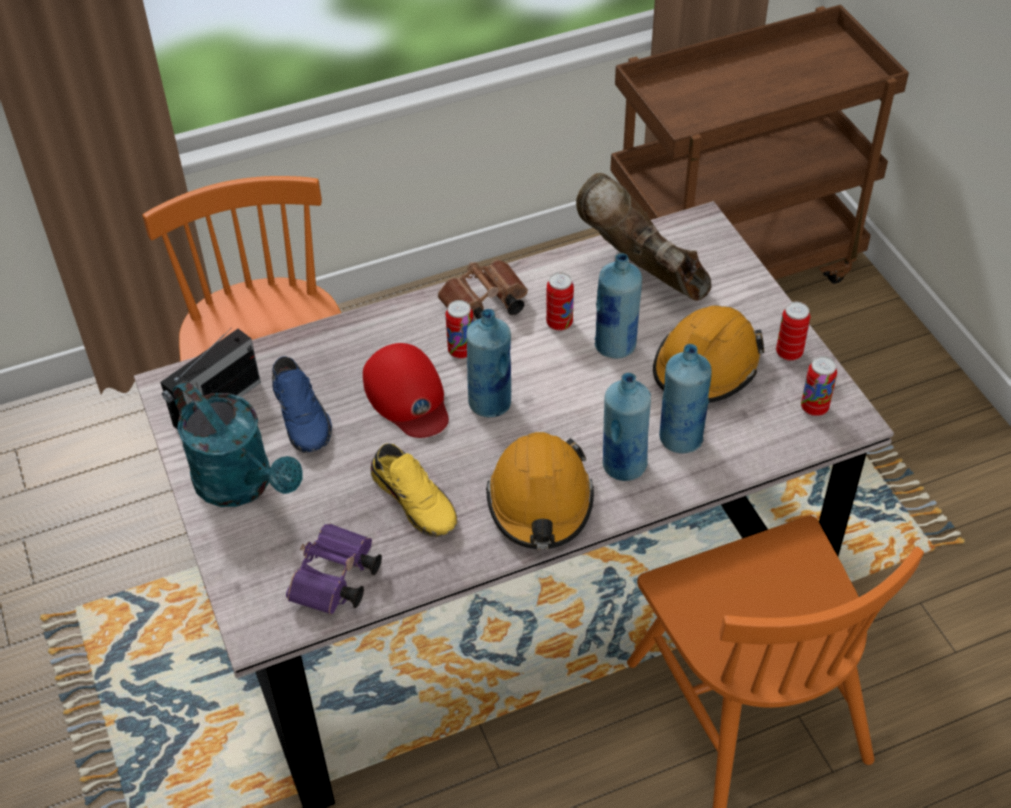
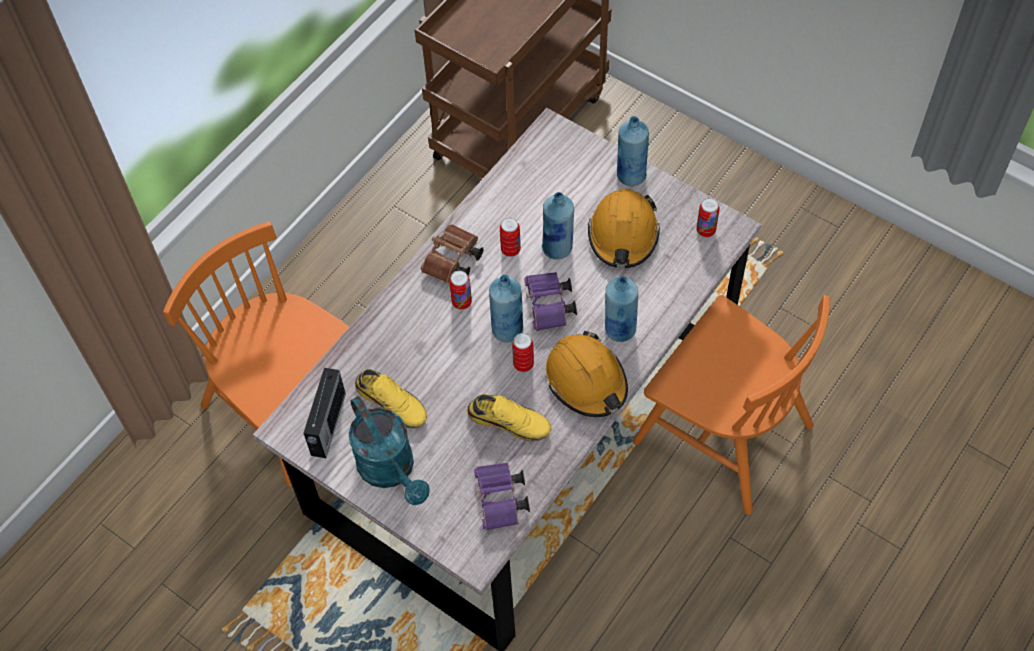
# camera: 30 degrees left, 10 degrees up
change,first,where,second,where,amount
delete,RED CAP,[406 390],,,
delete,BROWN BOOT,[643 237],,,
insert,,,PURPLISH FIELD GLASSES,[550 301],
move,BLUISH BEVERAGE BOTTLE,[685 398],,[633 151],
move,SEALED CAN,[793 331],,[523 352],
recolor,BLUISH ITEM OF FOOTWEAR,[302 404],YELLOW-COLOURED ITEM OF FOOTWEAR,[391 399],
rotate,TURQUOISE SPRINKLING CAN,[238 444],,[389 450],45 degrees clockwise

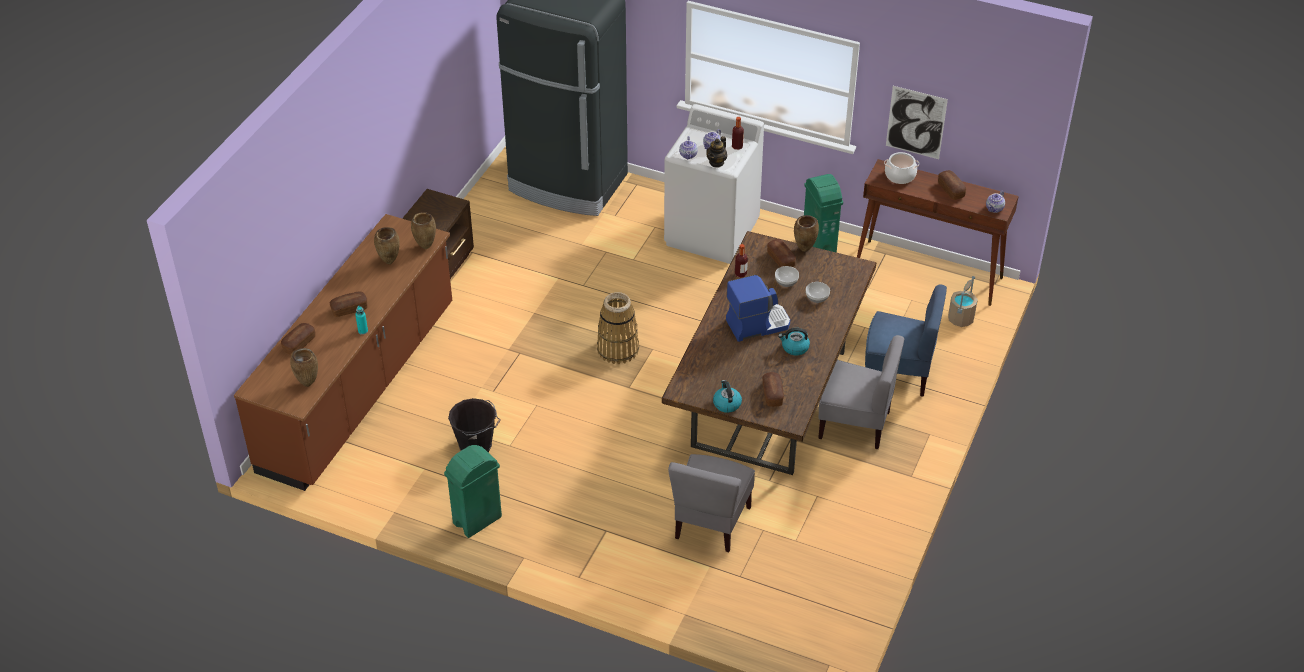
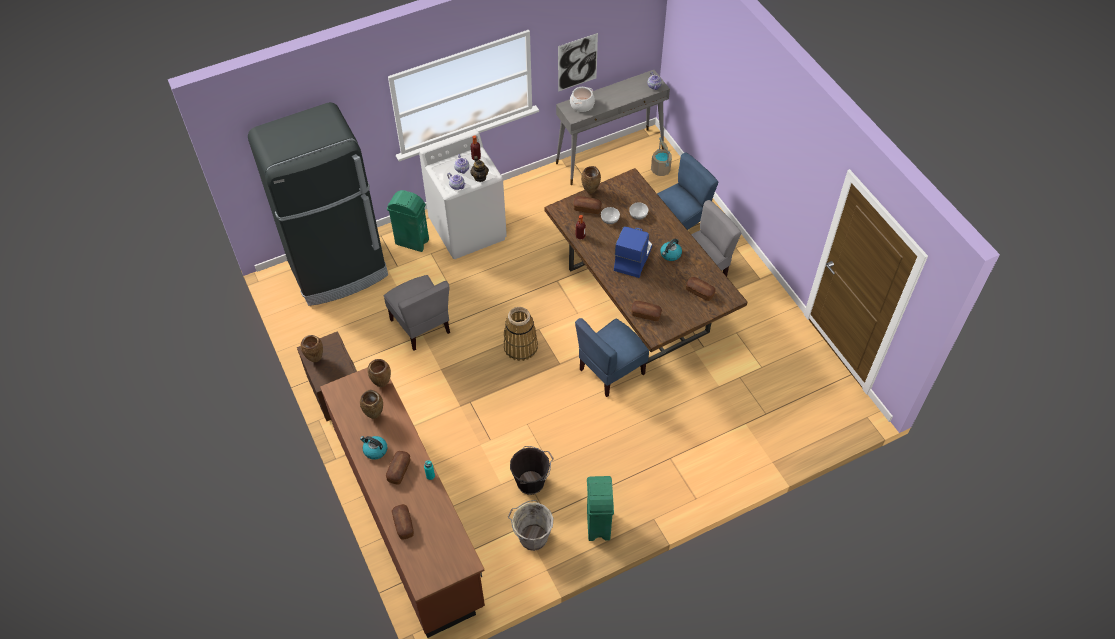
# camera: 50 degrees left, 10 degrees up
change,first,where,second,where,amount
insert,,,GRAY BUCKET,[530 525],
insert,,,BLUISH CHAIR,[612 357],
move,BROWN FLOWER VASE,[304 367],,[312 348],
move,GRAY CHAIR,[711 503],,[417 313],
move,TEA KETTLE,[727 396],,[374 448],
move,GREENISH WASTE BIN,[823 213],,[408 221],
move,BAKED BREAD,[952 185],,[646 311],
recolor,BROWN HALL TABLE,[938 232],GRAY HALL TABLE,[613 127],

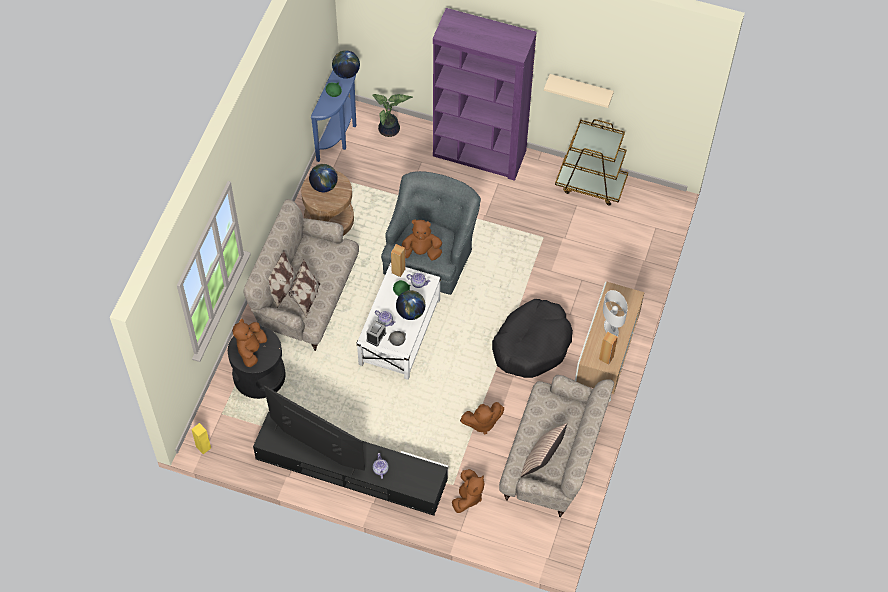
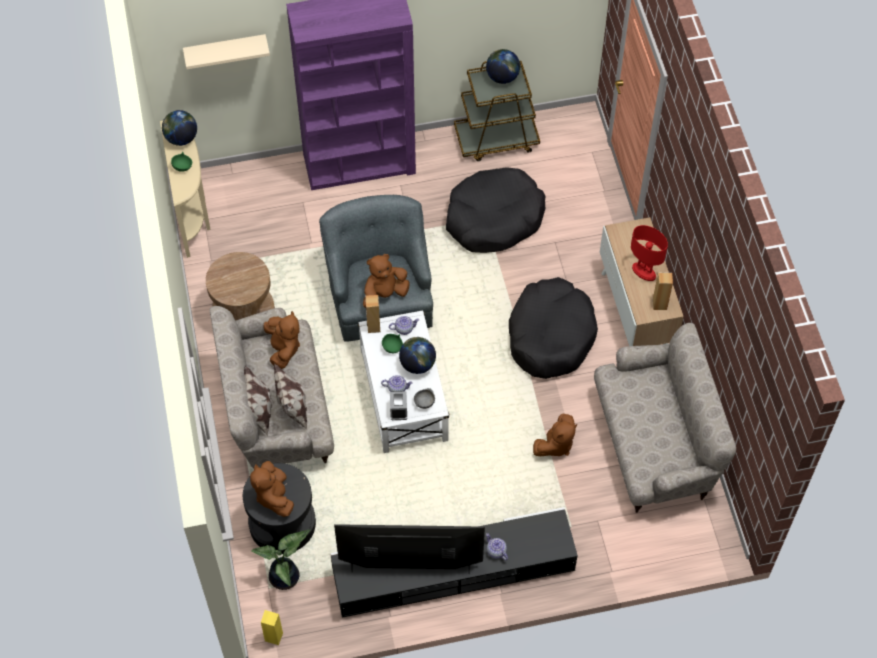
# camera: 30 degrees left, 0 degrees up
change,first,where,second,where,amount
delete,CUSHION,[544 450],,,
insert,,,BLACK-COLOURED DOG CUSHION,[496 210],
move,DESK GLOBE,[323 178],,[503 66],
move,PLANT IN A POT,[393 115],,[280 559],
move,BROWN PLUSH TOY,[468 491],,[281 340],
move,BEIGE SHELF,[579 91],,[226 51],
recolor,BLUISH HALL TABLE,[333 116],BEIGE HALL TABLE,[185 189],
recolor,WHITE LAMP FOR A TABLE,[615 313],RED LAMP FOR A TABLE,[649 253],

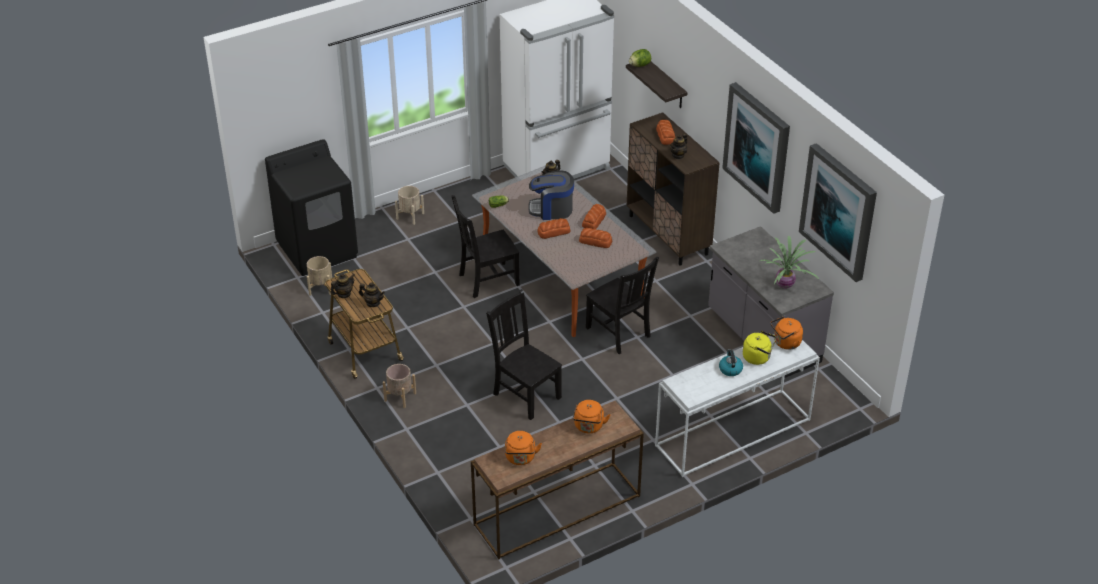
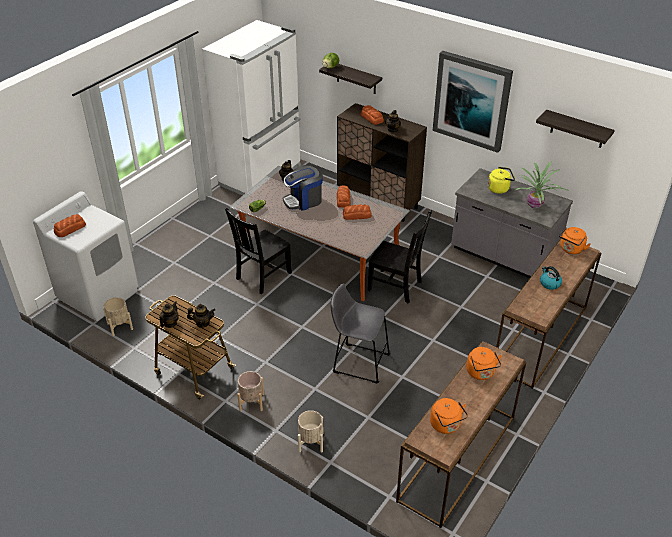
# camera: 25 degrees left, 0 degrees up
change,first,where,second,where,amount
move,BEIGE PLANT POT,[409 205],,[310 431],
move,BAKED BREAD,[553 228],,[70 225],
move,YELLOW-COLOURED TEA KETTLE,[759 348],,[501 180],
replace,BLACK-COLOURED CHAIR,[524 354],GRAY SITTING STOOL,[360 333],
replace,WALL ART,[838 212],SHELF,[575 129],
recolor,BLACK-COLOURED LAUNDRY MACHINE,[311 207],WHITE LAUNDRY MACHINE,[85 256],
recolor,WHITE HALL TABLE,[737 405],BROWN HALL TABLE,[548 313],

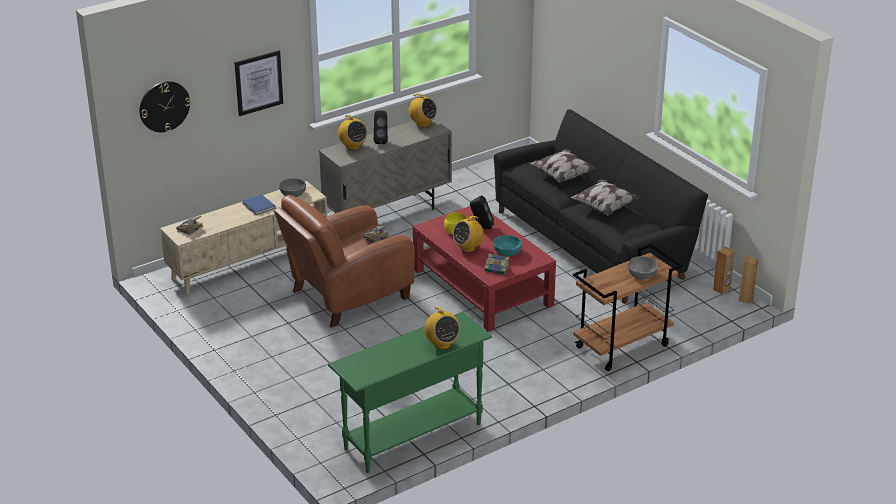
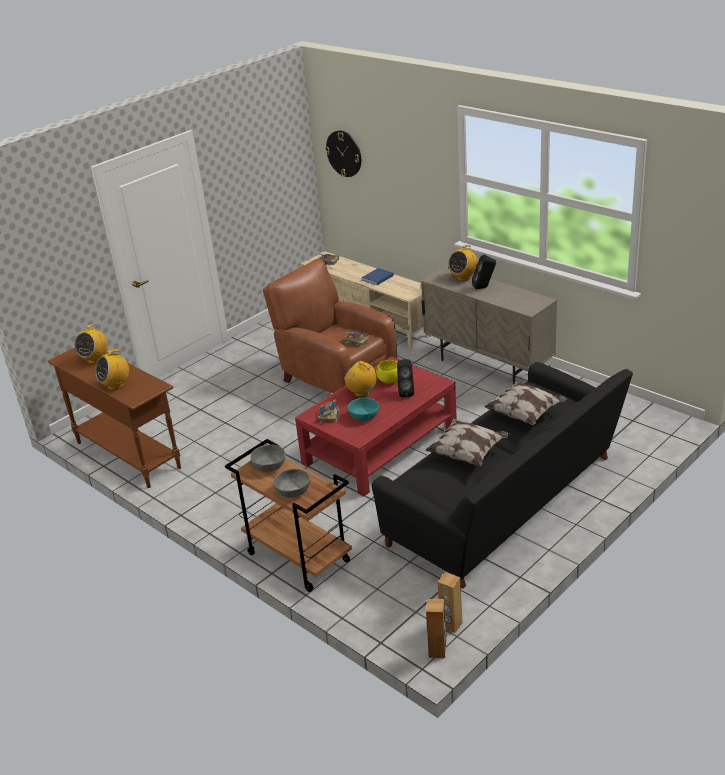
# camera: 80 degrees right, 0 degrees up
change,first,where,second,where,amount
delete,WALL ART,[258 83],,,
move,GRAY BOWL,[292 187],,[268 458],
move,RADIO SET,[423 110],,[91 344],
recolor,GREENISH HALL TABLE,[410 392],BROWN HALL TABLE,[114 418],

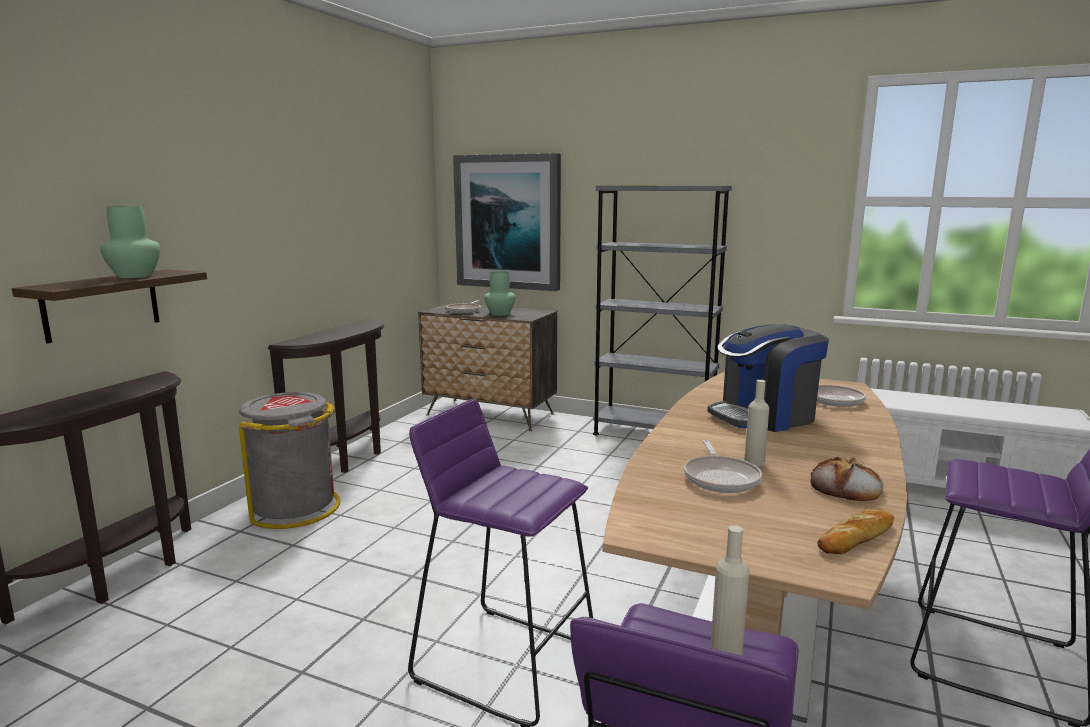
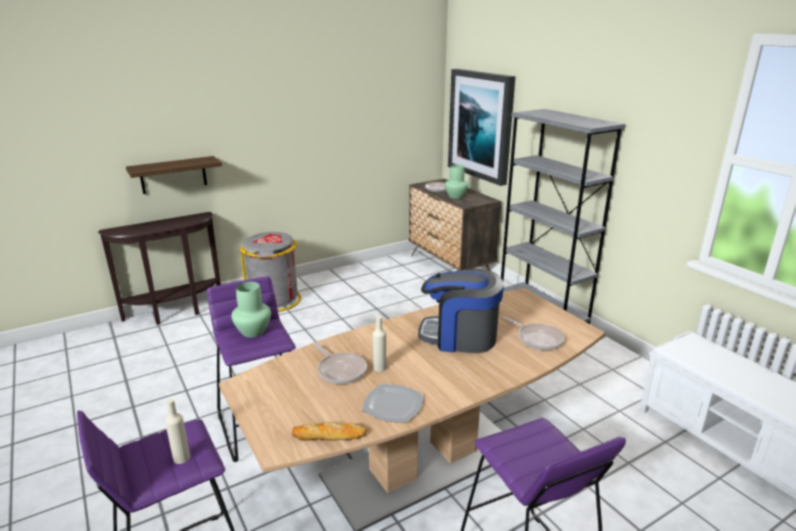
# camera: 35 degrees right, 10 degrees up
change,first,where,second,where,amount
delete,BROWN HALL TABLE,[325 396],,,
move,GREENISH FLOWER VASE,[130 242],,[251 310],
replace,BAKED BREAD,[847 479],DINNER PLATE,[392 403],
rotate,SKILLET,[723 466],,[340 363],75 degrees counterclockwise

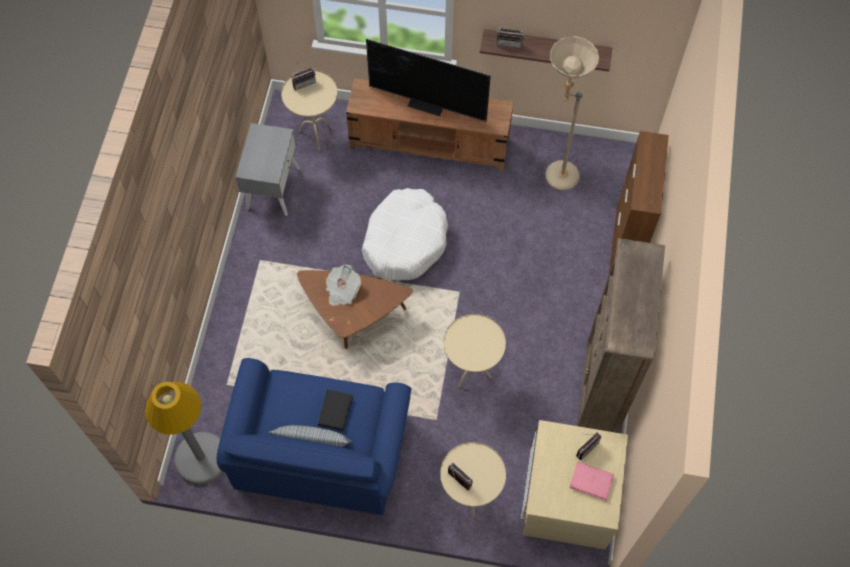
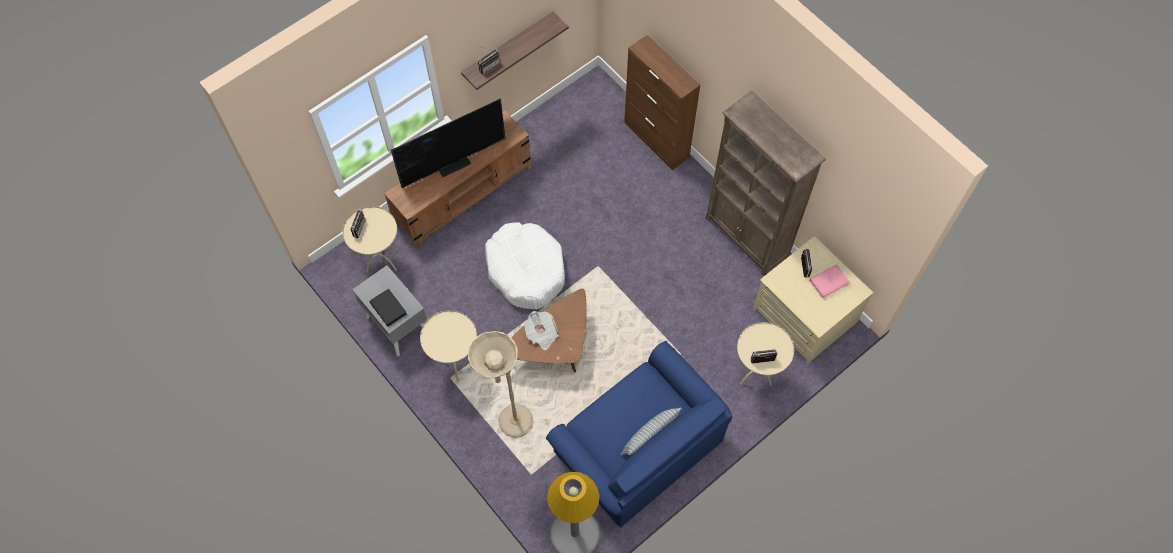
# camera: 50 degrees left, 0 degrees up
change,first,where,second,where,amount
move,BLACK-COLOURED BOUND BOOK,[335 410],,[388 307],
move,BEIGE ACCENT TABLE,[474 351],,[448 345],
move,BEIGE STANDARD LAMP,[572 113],,[500 384],

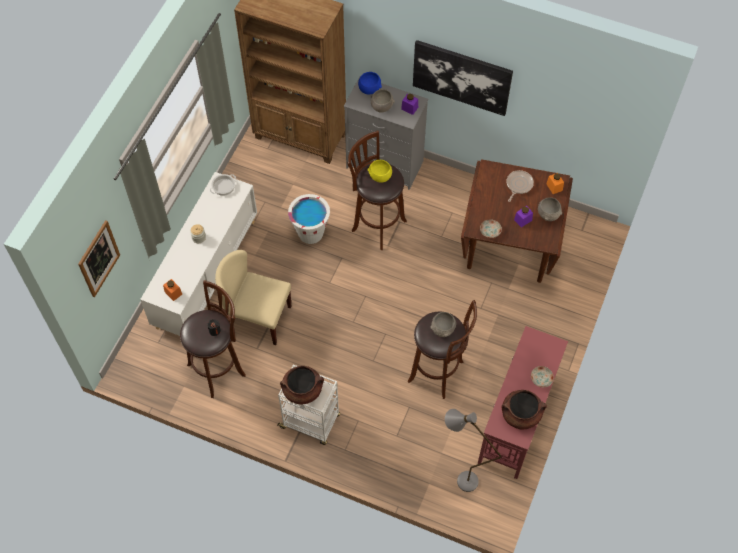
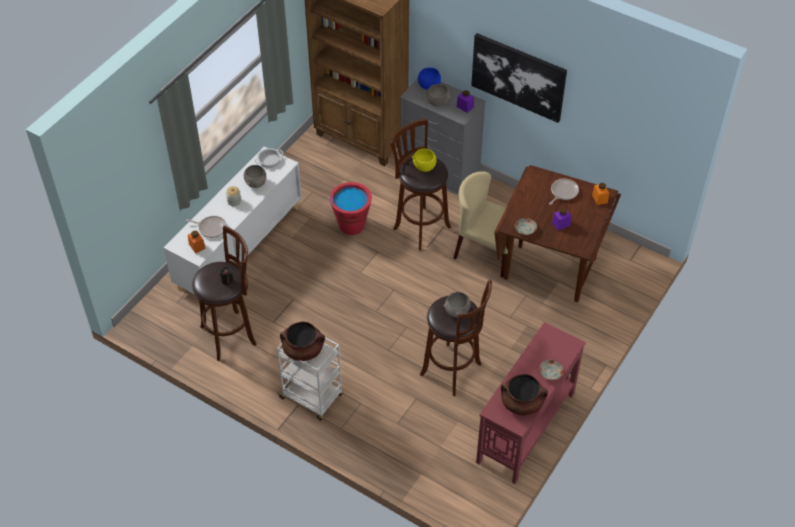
# camera: 10 degrees right, 10 degrees down
change,first,where,second,where,amount
delete,WALL ART,[99 258],,,
delete,GRAY STANDARD LAMP,[473 450],,,
insert,,,SKILLET,[206 227],
move,BEIGE CHAIR,[253 297],,[488 224],
move,GRAY BOWL,[550 209],,[255 176],
recolor,WHITE BUCKET,[309 219],RED BUCKET,[350 208],

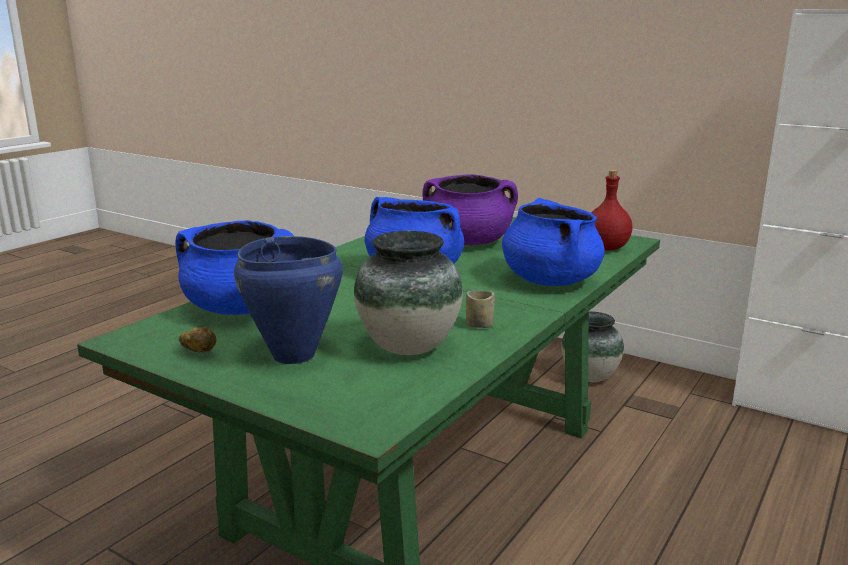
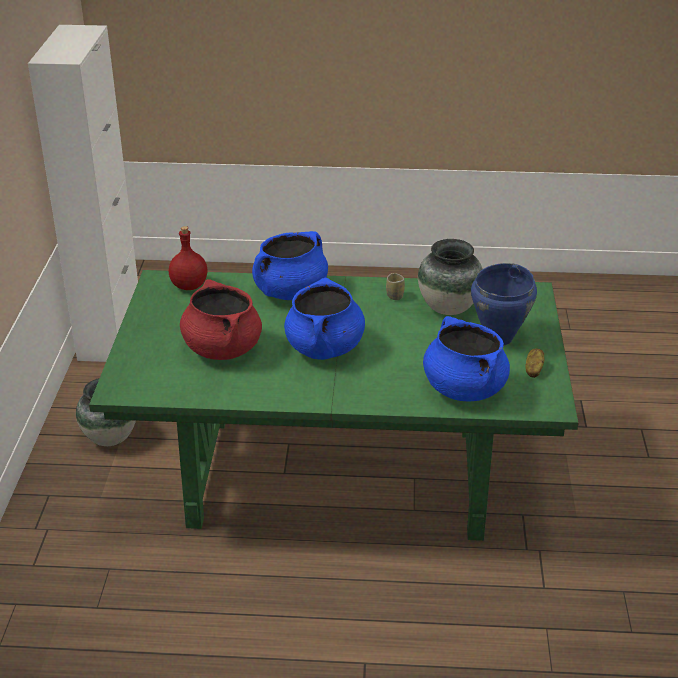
# camera: 120 degrees left, 15 degrees up
change,first,where,second,where,amount
recolor,PURPLISH COOKING POT,[470 209],RED COOKING POT,[221 319],

